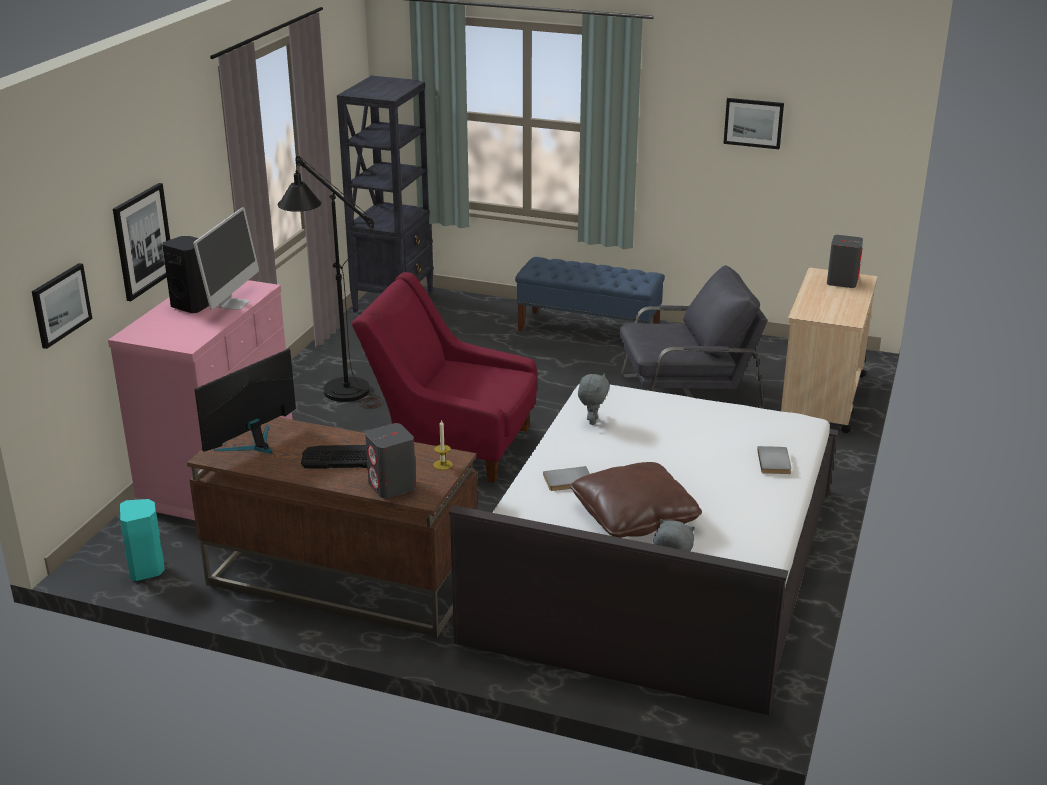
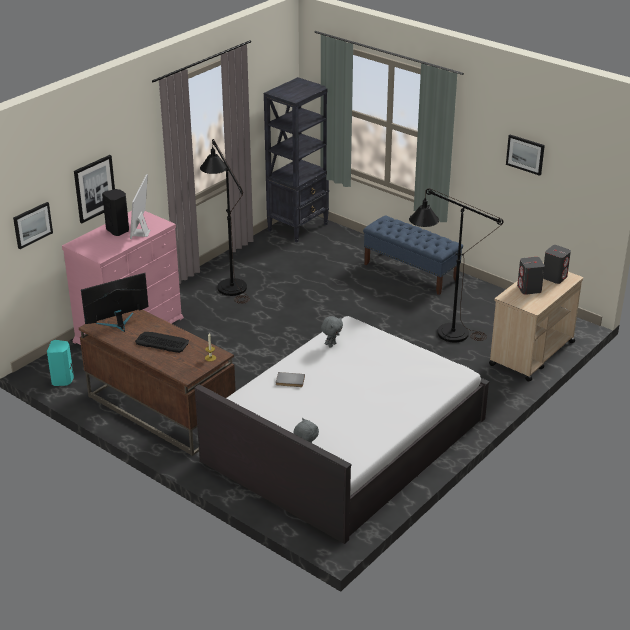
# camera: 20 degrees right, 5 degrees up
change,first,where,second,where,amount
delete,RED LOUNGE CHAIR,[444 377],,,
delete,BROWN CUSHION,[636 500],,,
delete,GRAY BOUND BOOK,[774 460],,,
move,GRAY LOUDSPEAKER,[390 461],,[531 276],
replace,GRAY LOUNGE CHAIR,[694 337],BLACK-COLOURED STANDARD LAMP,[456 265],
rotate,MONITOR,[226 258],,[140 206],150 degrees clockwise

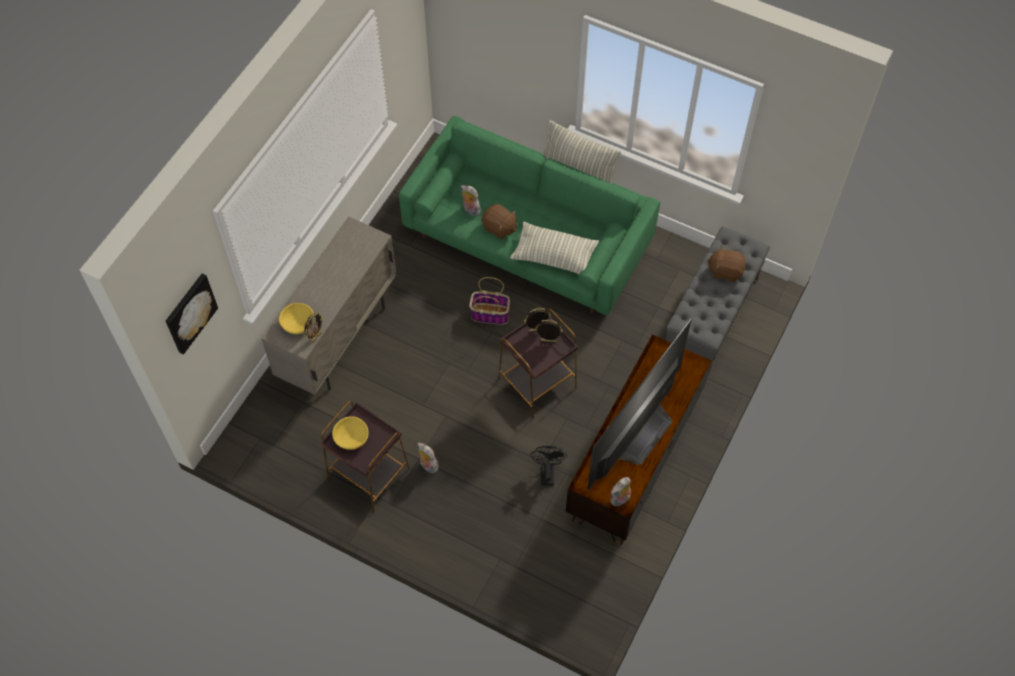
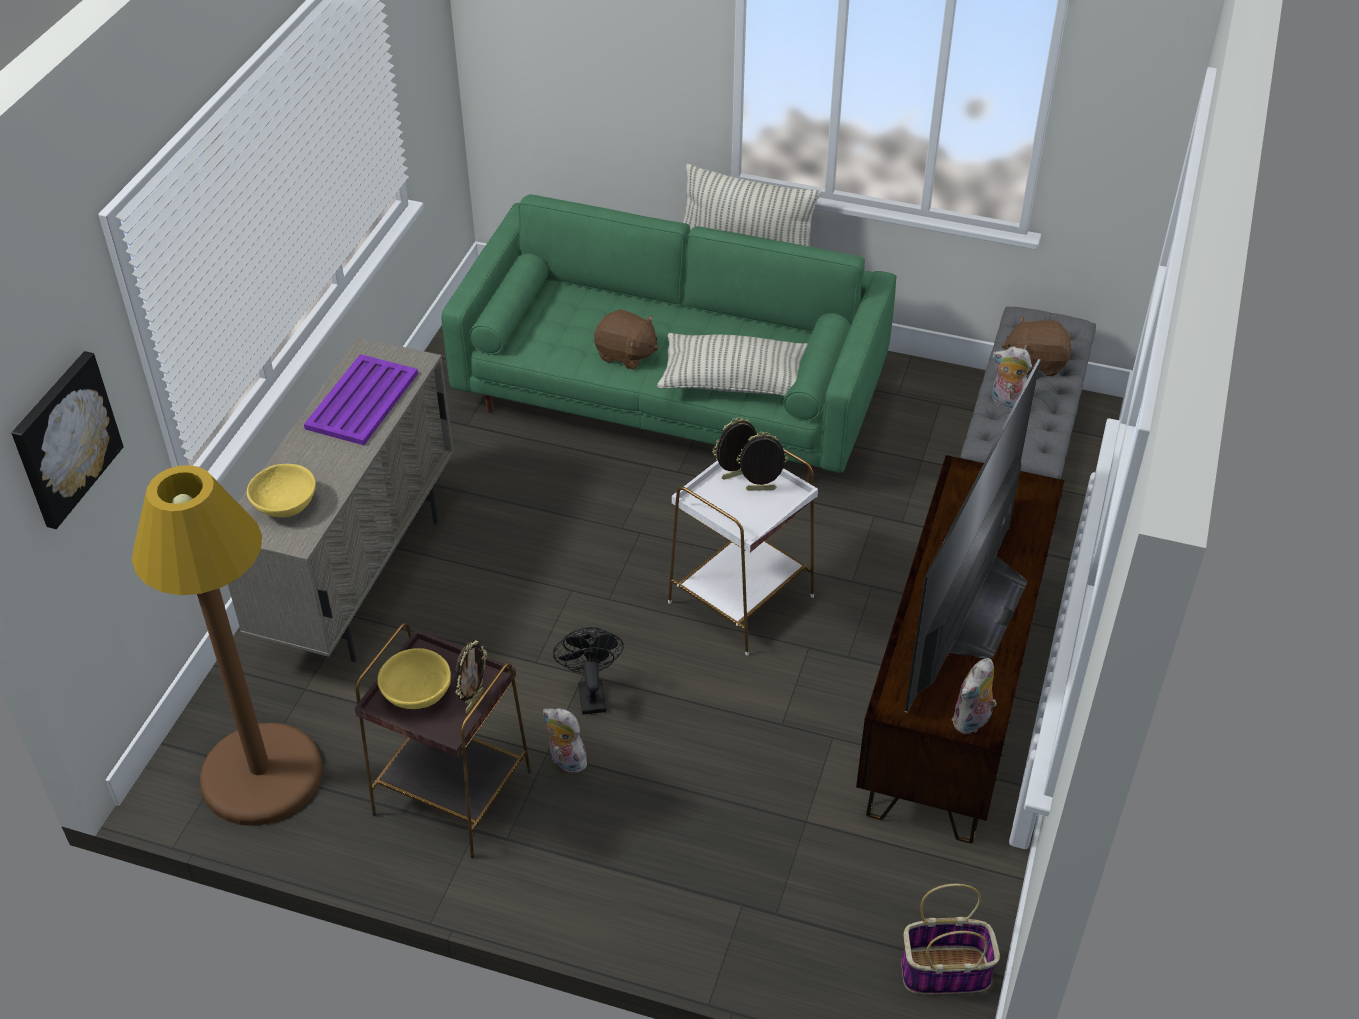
# camera: 10 degrees left, 15 degrees down
change,first,where,second,where,amount
insert,,,BROWN STANDARD LAMP,[227 645],
insert,,,PURPLISH TRAY,[361 399],
move,STANDING FRAME,[314 328],,[470 676],
move,PLUSH TOY,[470 200],,[1012 378],
move,STORAGE BASKET,[489 301],,[950 939],
move,BLACK-COLOURED COOLING FAN,[548 465],,[588 670],
recolor,BROWN ACCENT TABLE,[538 363],WHITE ACCENT TABLE,[743 545],

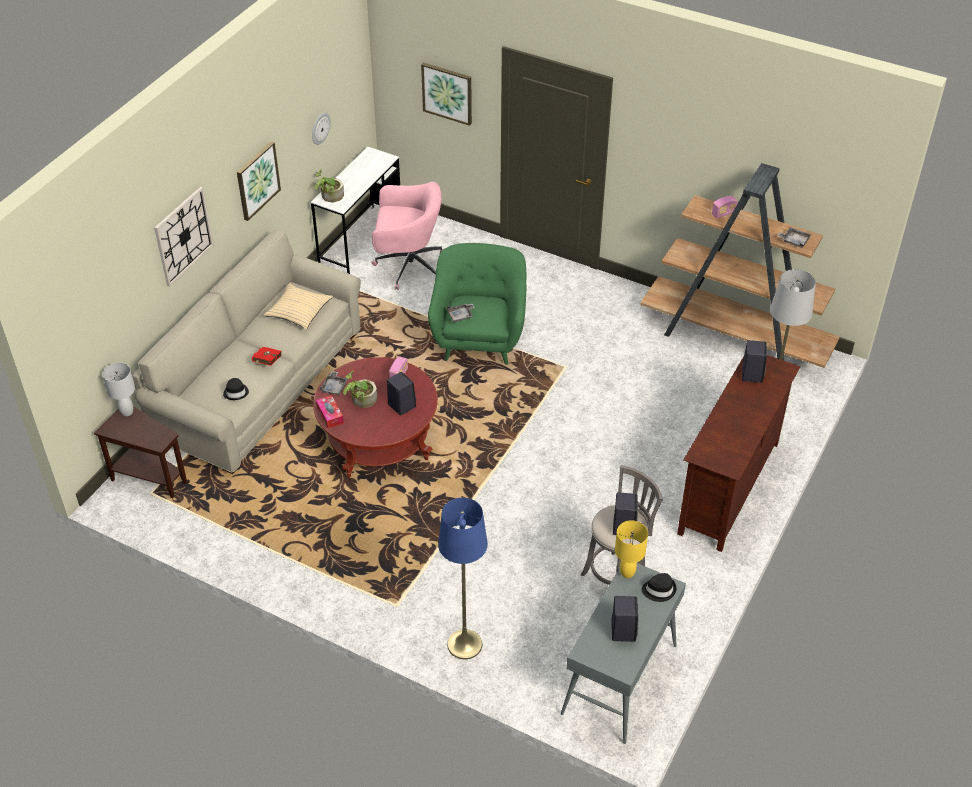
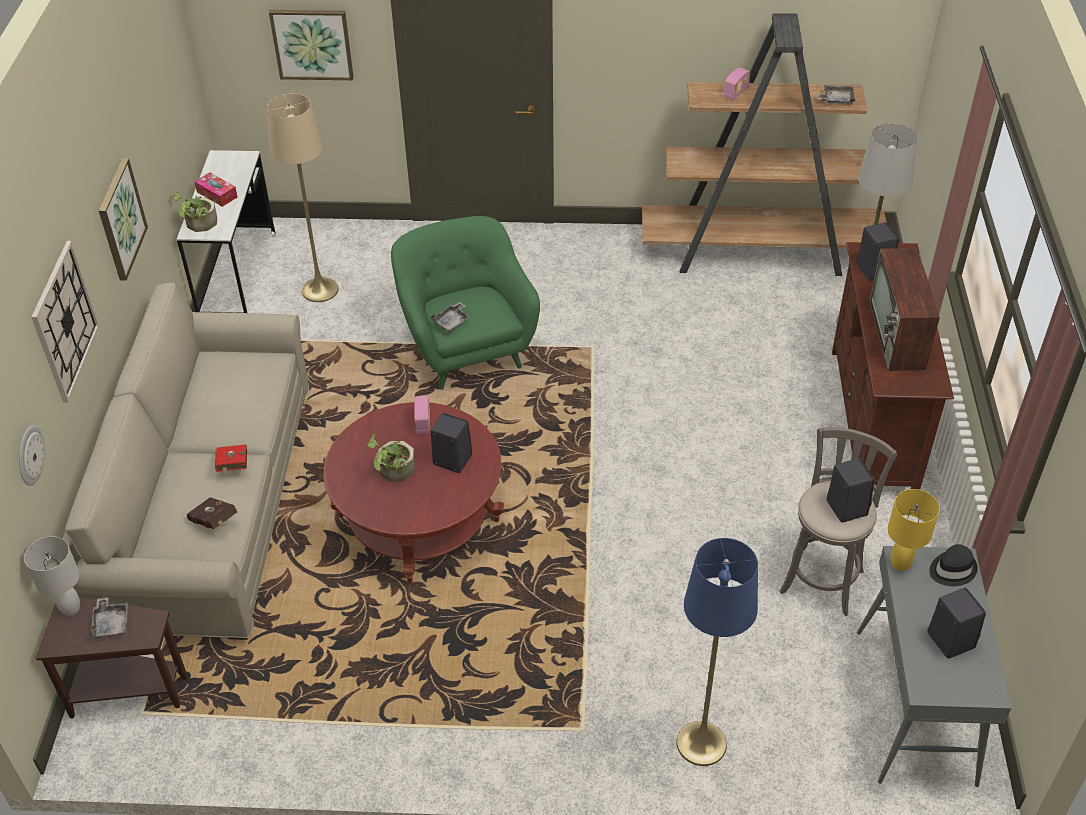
# camera: 25 degrees left, 0 degrees up
change,first,where,second,where,amount
delete,BEIGE CUSHION,[298 306],,,
insert,,,TV SET,[905 309],
move,HANGING CLOCK,[321 129],,[32 455],
move,TISSUE BOX,[330 411],,[216 189],
move,GRAY TRAY,[333 383],,[109 618],
replace,BLACK-COLOURED CLOTHING HAT,[236 389],RED BOUND BOOK,[211 513],
replace,PINK DESK CHAIR,[407 236],BEIGE STANDARD LAMP,[303 197],

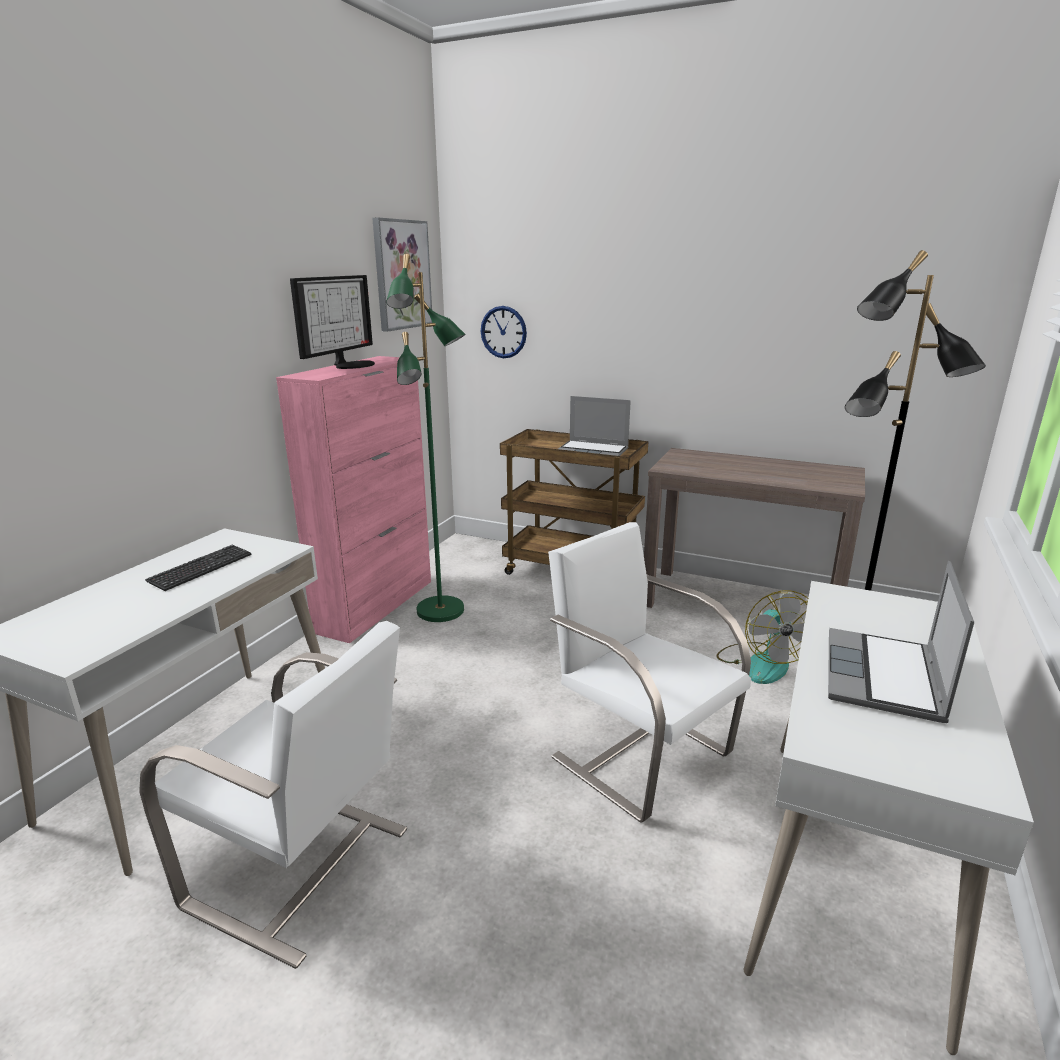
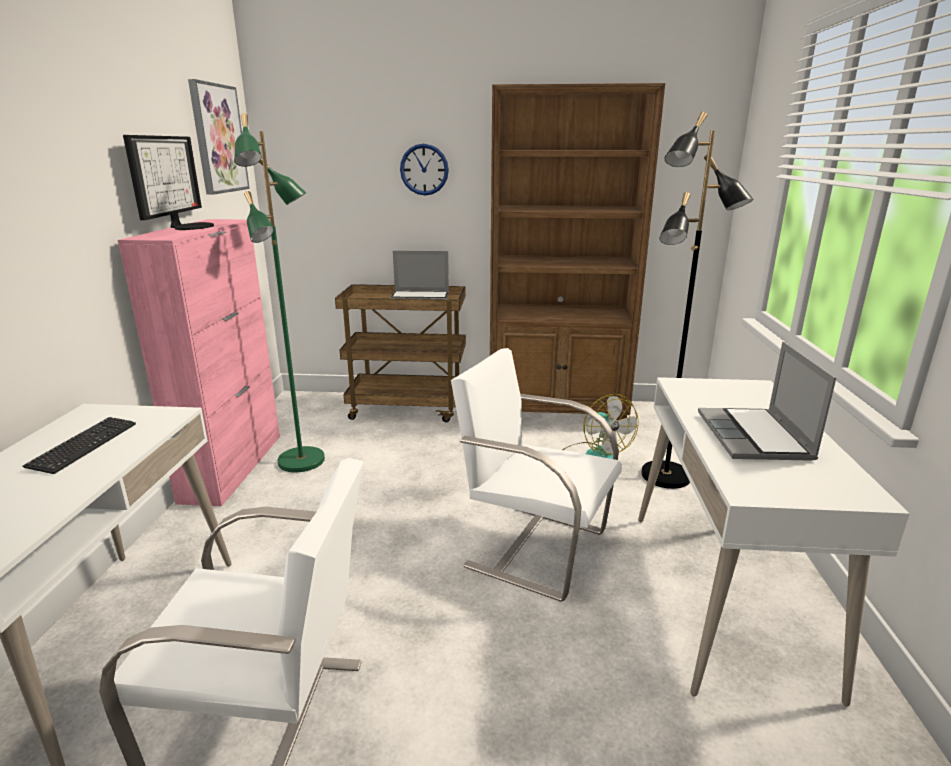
# camera: 20 degrees left, 0 degrees up
change,first,where,second,where,amount
move,HANGING CLOCK,[503 332],,[424 169],
replace,BROWN HALL TABLE,[754 528],BROWN BOOKSHELF,[577 251],

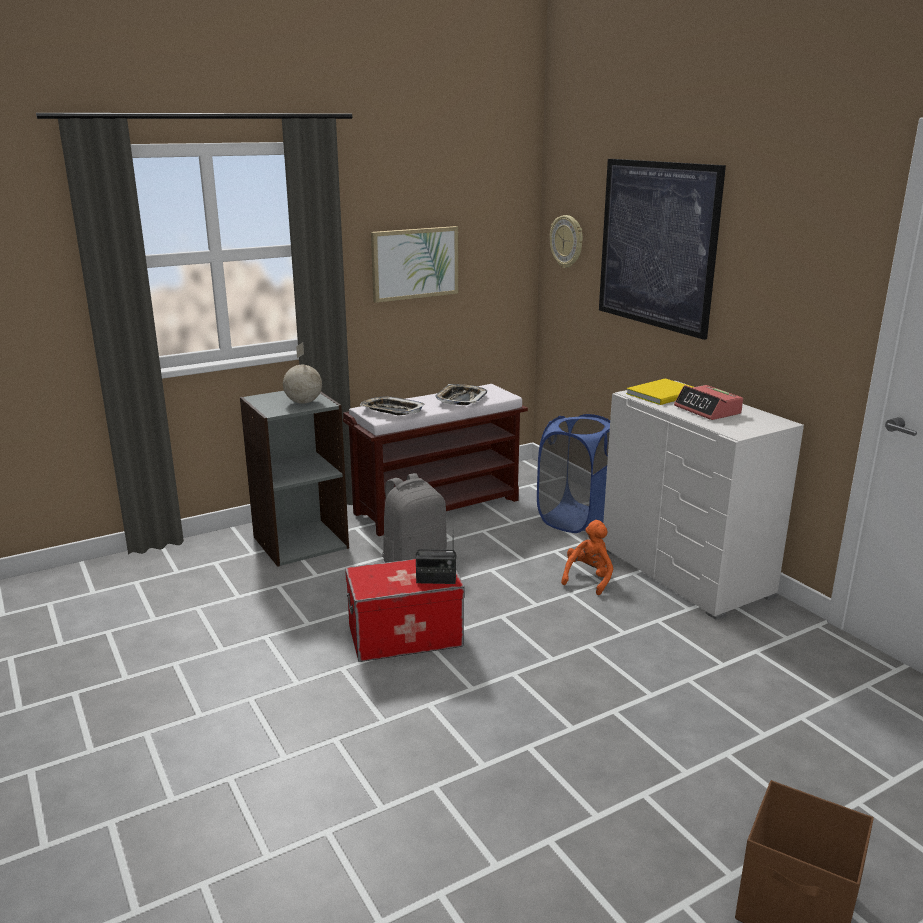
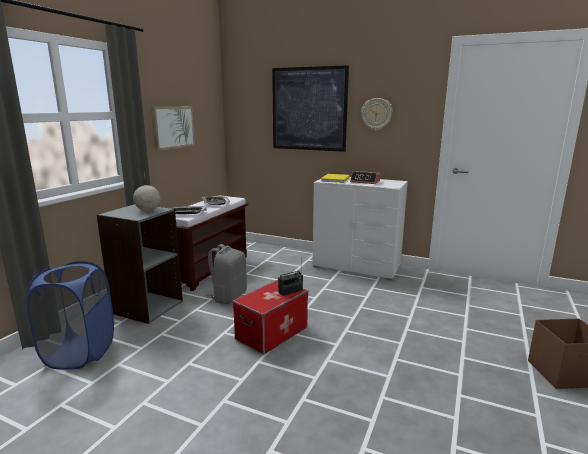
# camera: 35 degrees left, 5 degrees down
change,first,where,second,where,amount
delete,ORANGE PLUSH TOY,[587 557],,,
move,BLUISH HAMPER,[573 473],,[70 315],
move,HANGING CLOCK,[566 241],,[377 114],

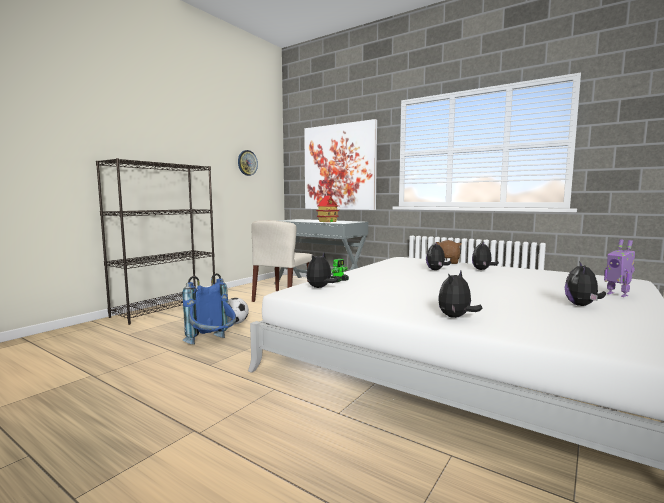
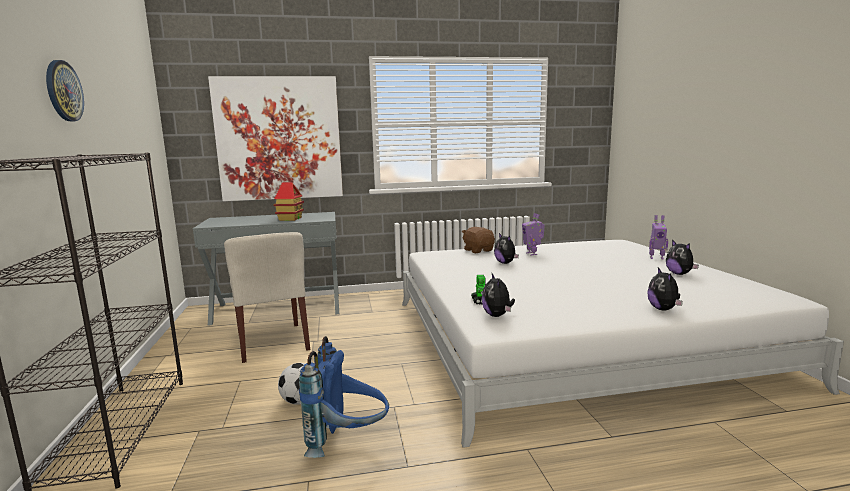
# camera: 45 degrees left, 5 degrees up
change,first,where,second,where,amount
move,HANGING CLOCK,[248 163],,[65 90],
replace,PLUSH TOY,[485 255],MODEL ROBOT,[533 234],

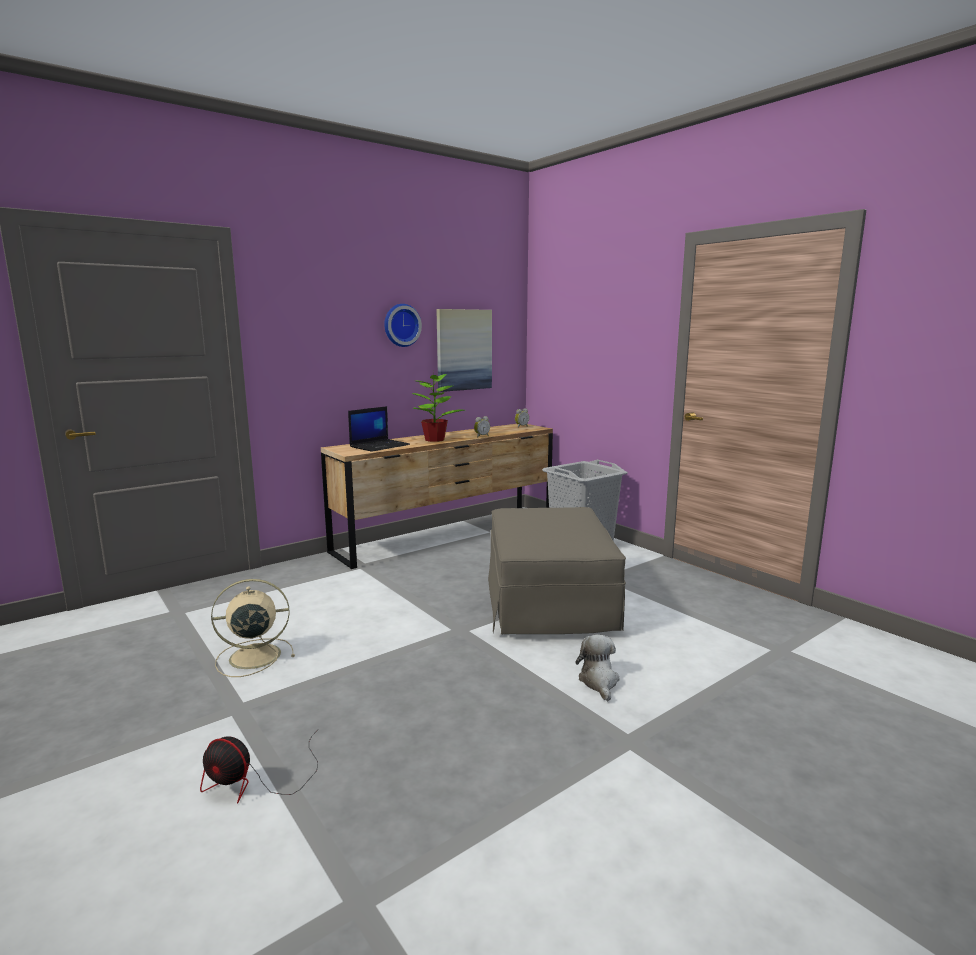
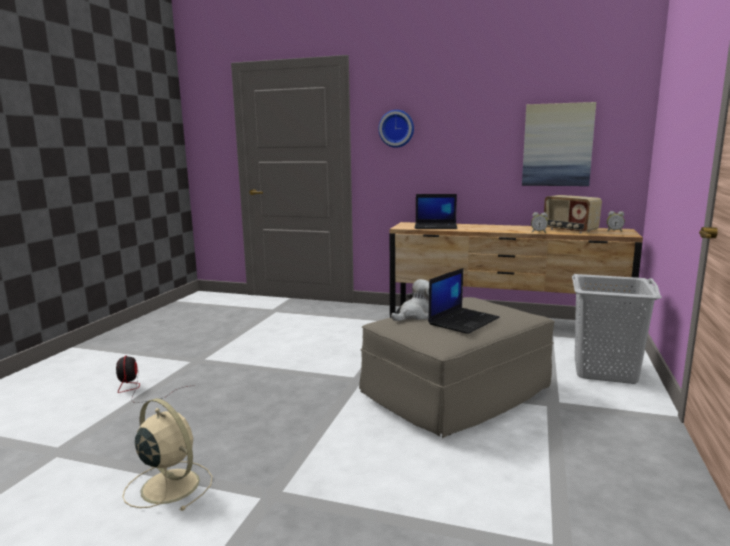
# camera: 55 degrees right, 0 degrees up
change,first,where,second,where,amount
delete,PLANT IN A POT,[438 406],,,
insert,,,PORTABLE COMPUTER,[464 301],
insert,,,RADIO SET,[573 214],
move,BEIGE COOLING FAN,[253 628],,[167 454],
move,HANGING CLOCK,[403 325],,[396 129],
move,PLUSH TOY,[597 667],,[410 300],

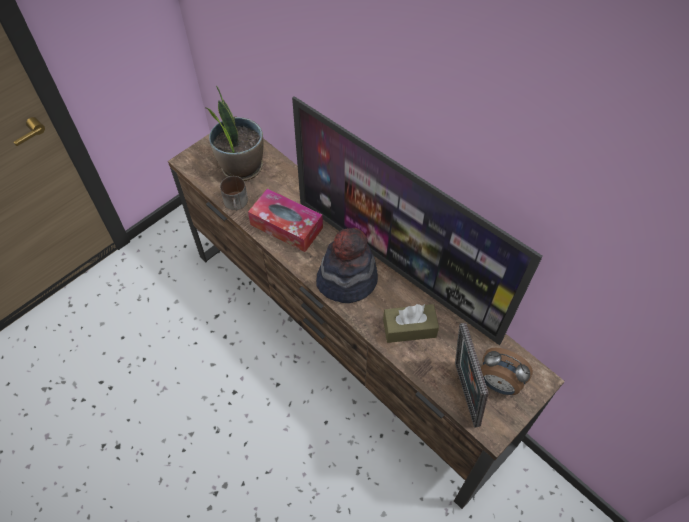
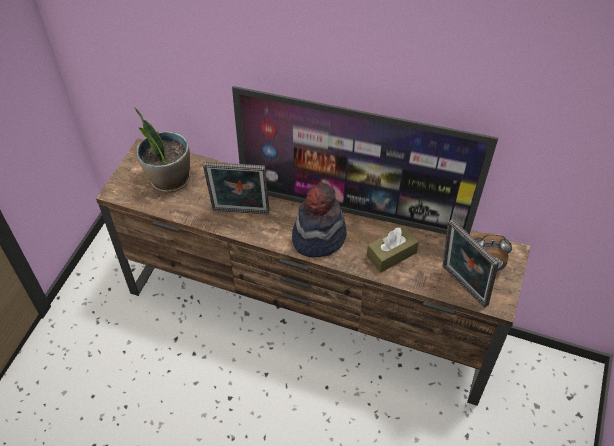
# camera: 25 degrees left, 5 degrees down
change,first,where,second,where,amount
delete,TEA MUG,[234 193],,,
replace,TISSUE BOX,[285 220],STANDING FRAME,[236 188],

